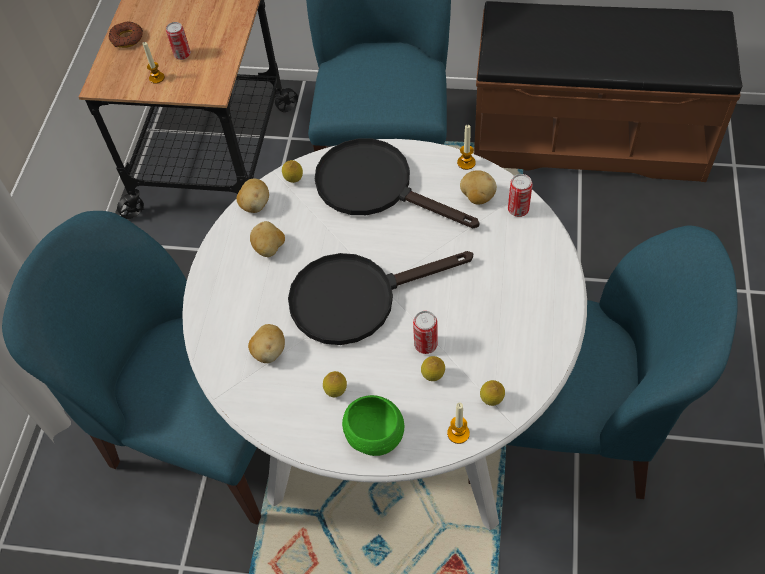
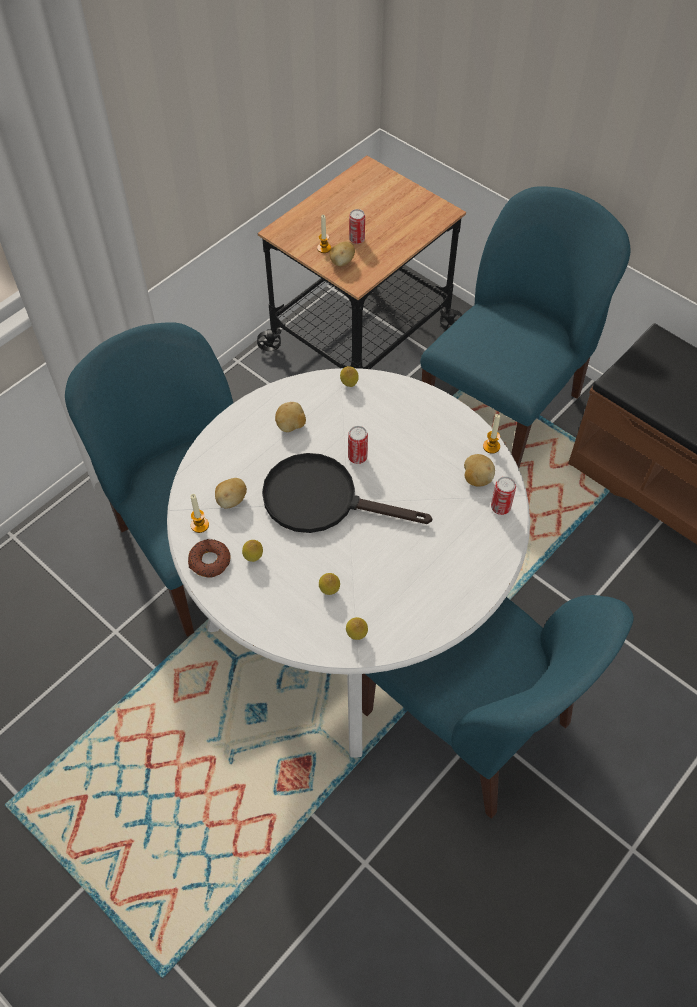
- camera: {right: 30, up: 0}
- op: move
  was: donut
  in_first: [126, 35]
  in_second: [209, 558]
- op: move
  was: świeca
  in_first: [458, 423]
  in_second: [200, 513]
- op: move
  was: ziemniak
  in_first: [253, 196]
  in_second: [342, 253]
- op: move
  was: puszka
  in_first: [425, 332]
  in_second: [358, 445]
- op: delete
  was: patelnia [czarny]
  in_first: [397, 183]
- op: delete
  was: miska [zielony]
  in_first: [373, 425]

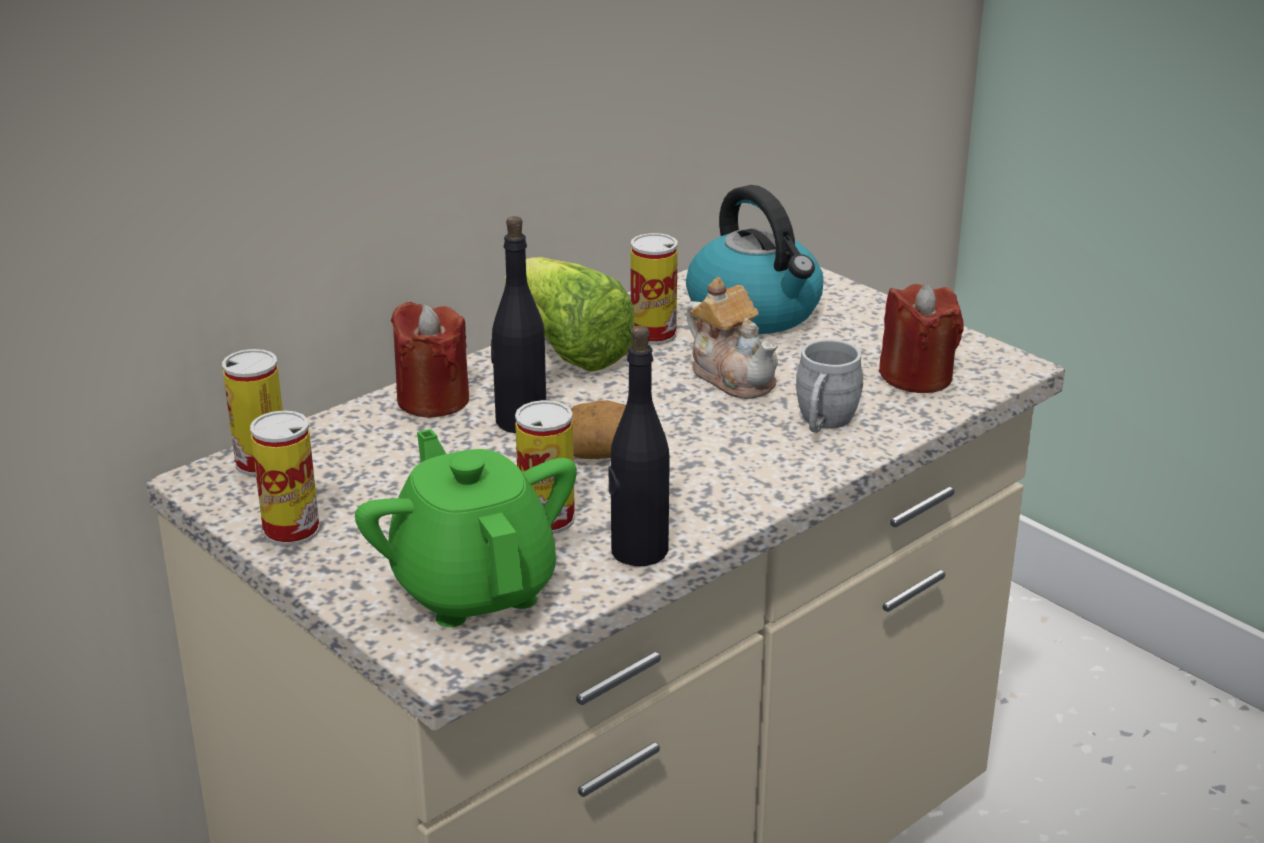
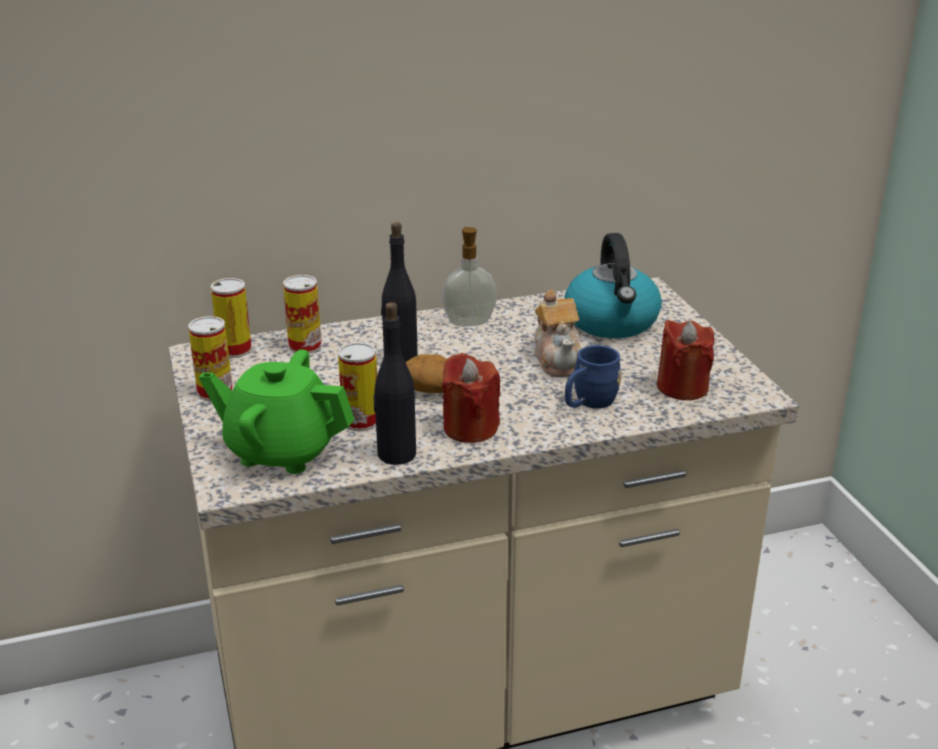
- camera: {right: 25, up: 0}
- op: rotate
  was: imbryk [zielony]
  in_first: [466, 528]
  in_second: [277, 412]
  clockwise: -75
- op: move
  was: puszka
  in_first: [654, 289]
  in_second: [302, 314]
- op: replace
  was: sałata
  now: dozownik mydła
  in_first: [570, 314]
  in_second: [469, 277]
- op: move
  was: świeca [czerwony]
  in_first: [430, 360]
  in_second: [471, 398]
- op: recolor
  was: kubek [szary]
  now: kubek [niebieski]
  in_first: [830, 386]
  in_second: [593, 377]

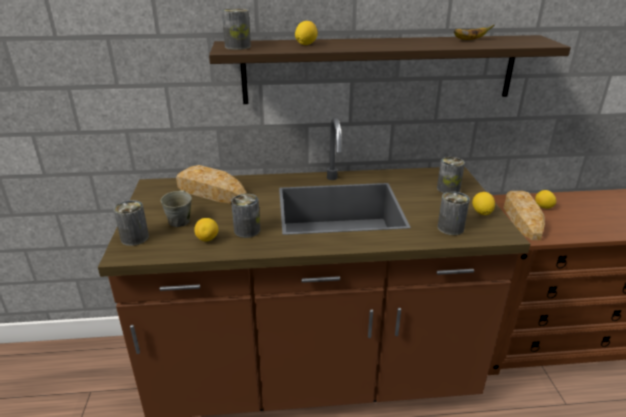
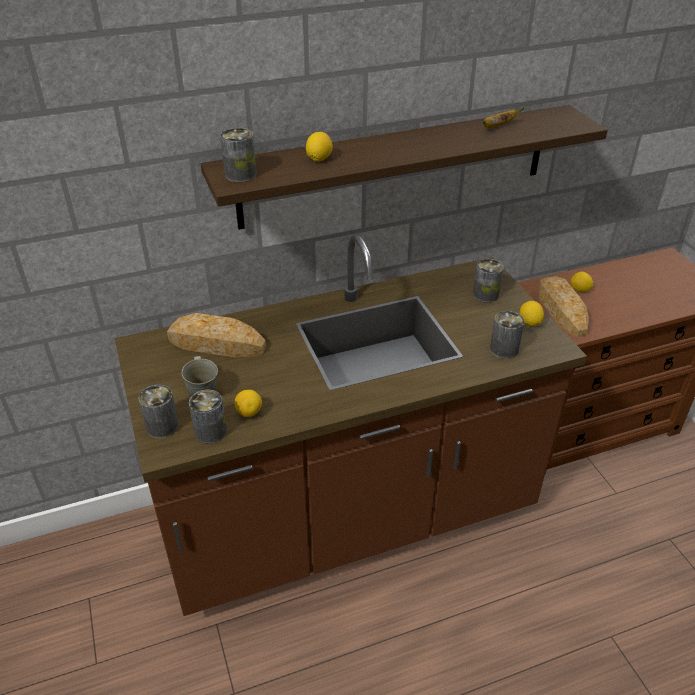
- camera: {right: -15, up: 10}
- op: move
  was: puszka
  in_first: [245, 216]
  in_second: [208, 417]

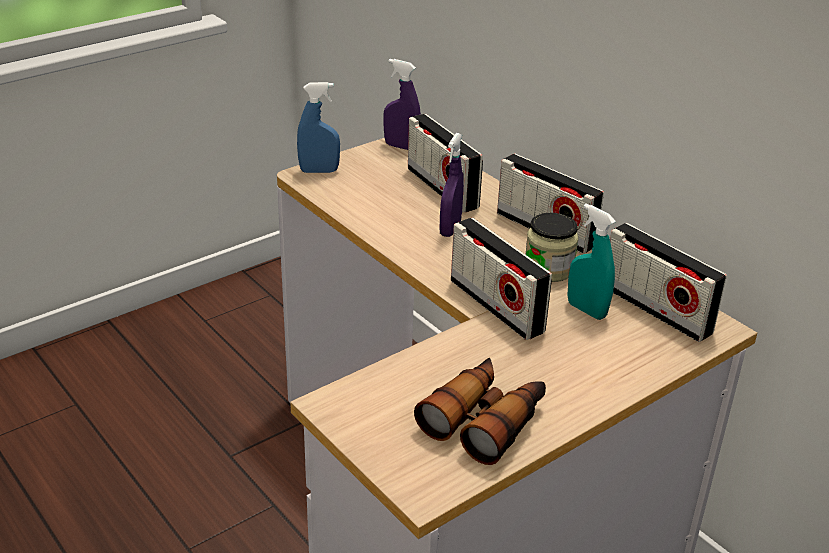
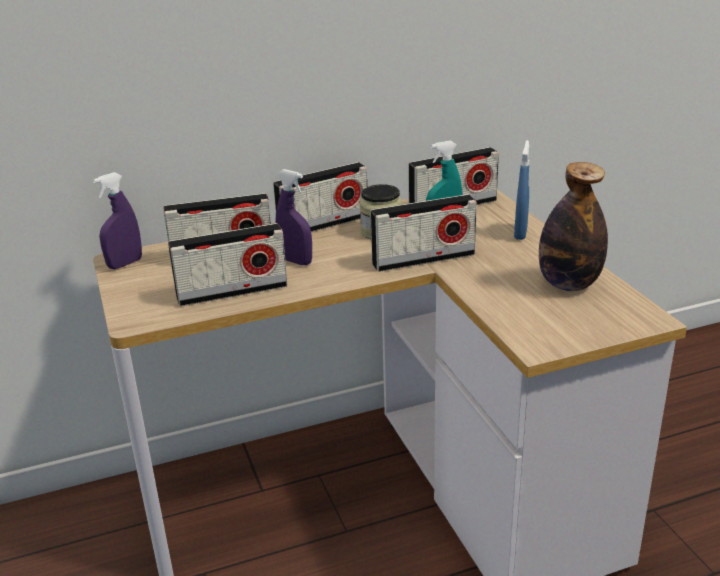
- camera: {right: -70, up: -5}
- op: insert
  now: radio
  in_second: [228, 264]
- op: move
  was: spryskiwacz [niebieski]
  in_first: [318, 127]
  in_second: [522, 190]
- op: replace
  was: lornetka
  now: butelka
  in_first: [480, 411]
  in_second: [573, 226]

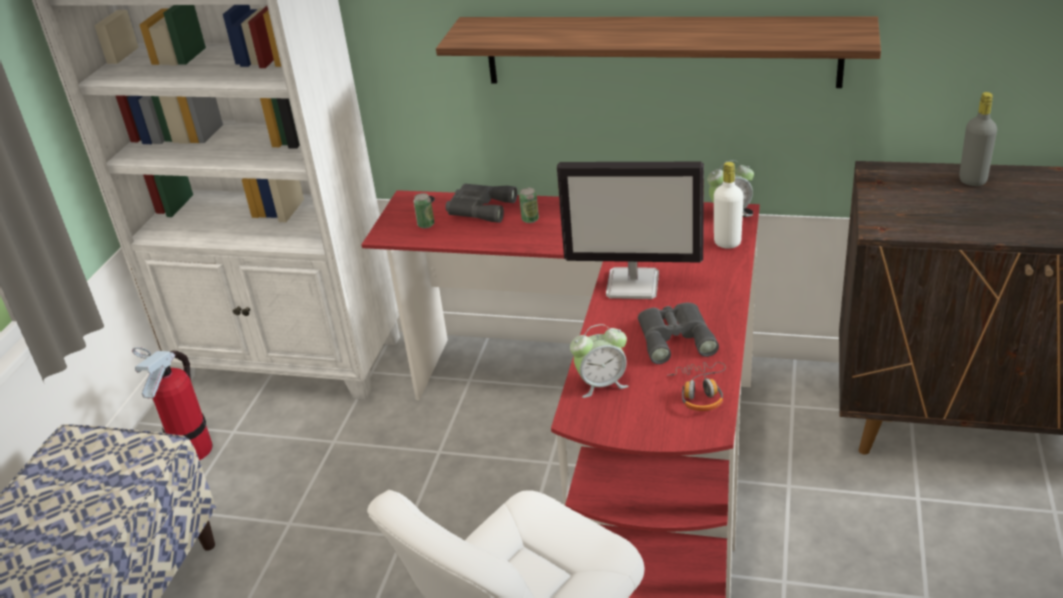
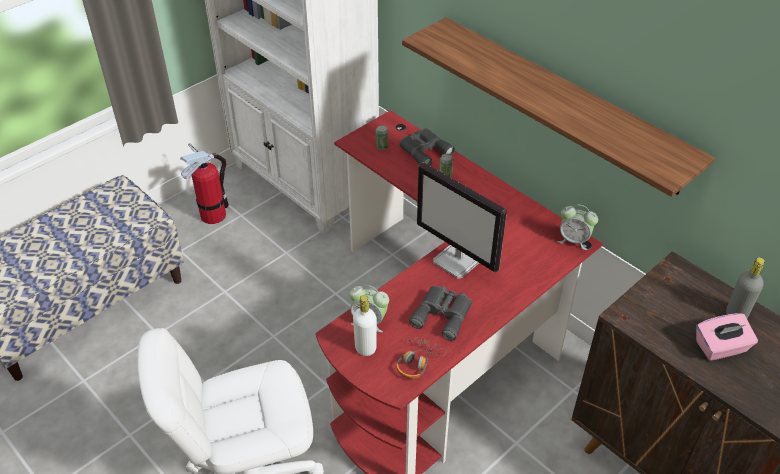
- camera: {right: 30, up: 10}
- op: move
  was: butelka [biały]
  in_first: [729, 205]
  in_second: [365, 325]
- op: insert
  now: pudełko chusteczek [różowy]
  in_second: [727, 337]

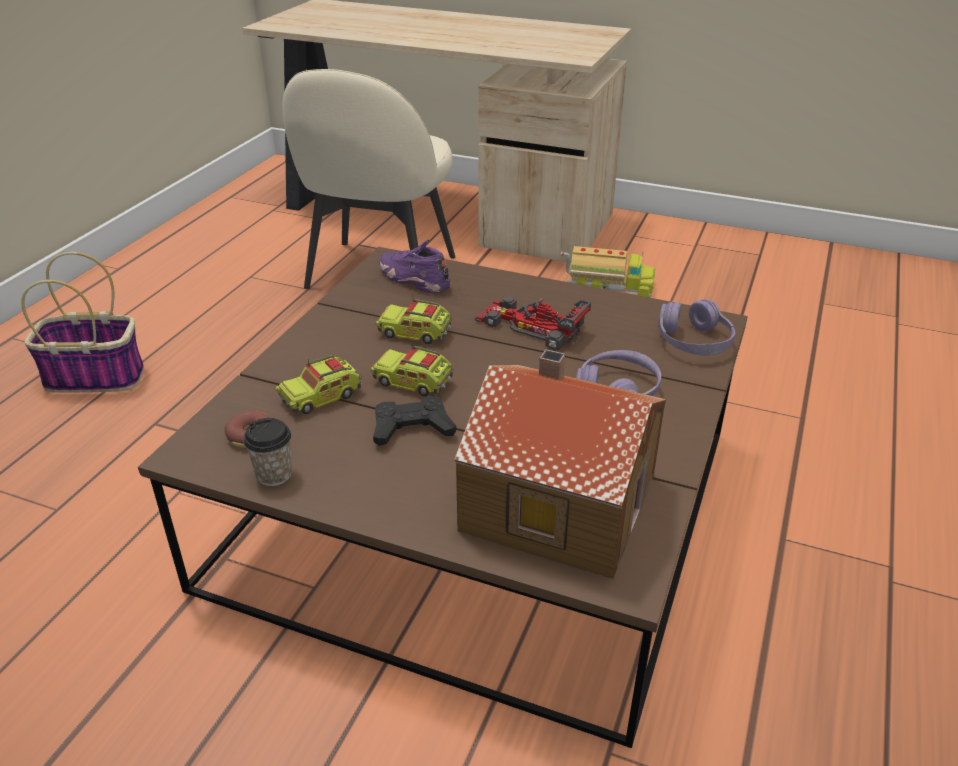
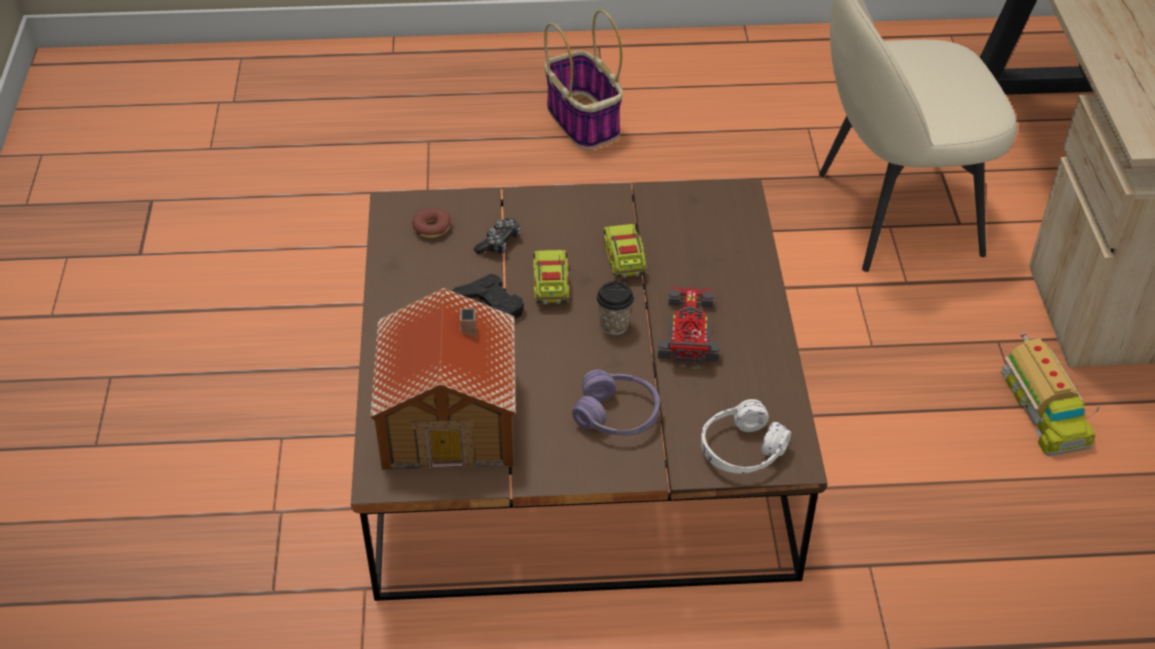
- camera: {right: 65, up: 10}
- op: replace
  was: ciężarówka zabawkowa
  now: pad do gier
  in_first: [318, 384]
  in_second: [497, 236]
- op: move
  was: filiżanka
  in_first: [267, 452]
  in_second: [615, 308]
- op: recolor
  was: słuchawki [fioletowy]
  now: słuchawki [biały]
  in_first: [696, 327]
  in_second: [746, 436]
- op: delete
  was: but [fioletowy]
  in_first: [414, 267]

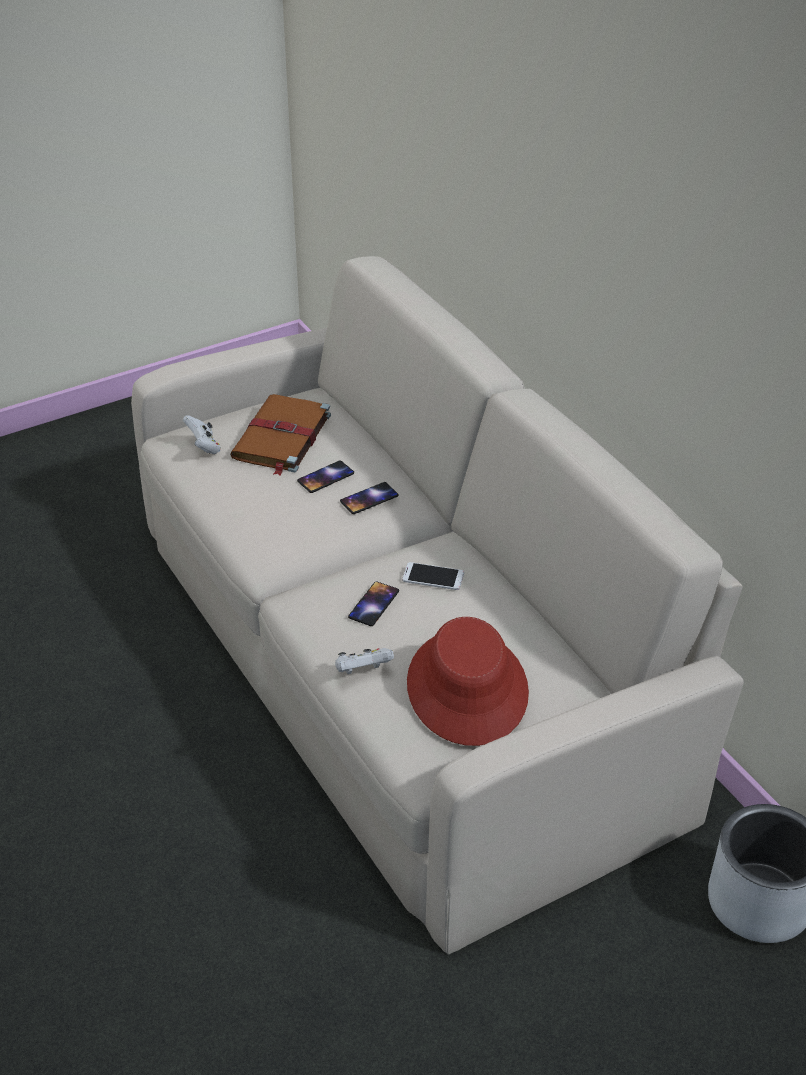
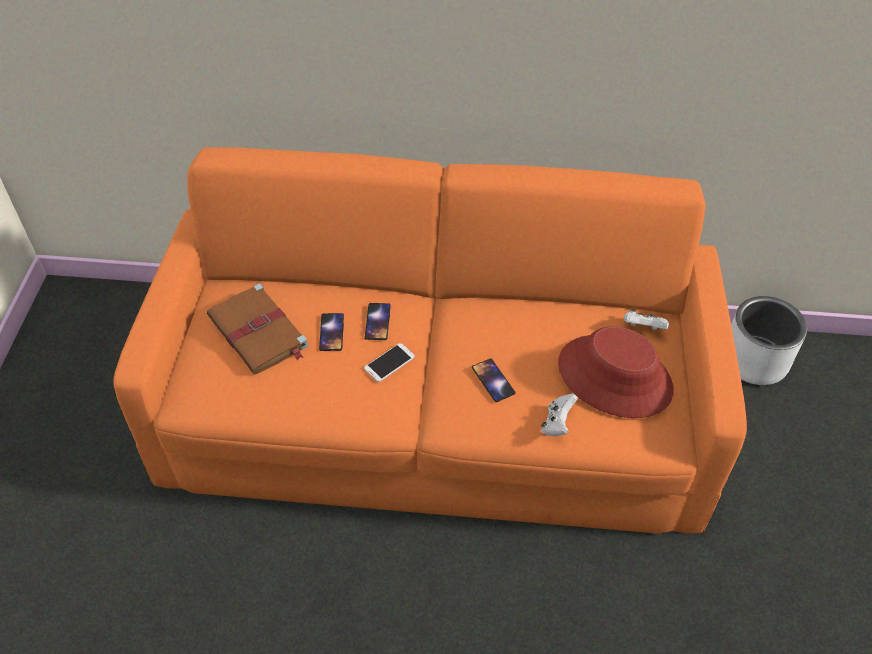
- camera: {right: -55, up: 10}
- op: recolor
  was: kanapa [beżowy]
  now: kanapa [pomarańczowy]
  in_first: [437, 605]
  in_second: [430, 340]
- op: move
  was: telefon
  in_first: [433, 576]
  in_second: [389, 362]
- op: move
  was: pad do gier [biały]
  in_first: [202, 434]
  in_second: [646, 319]

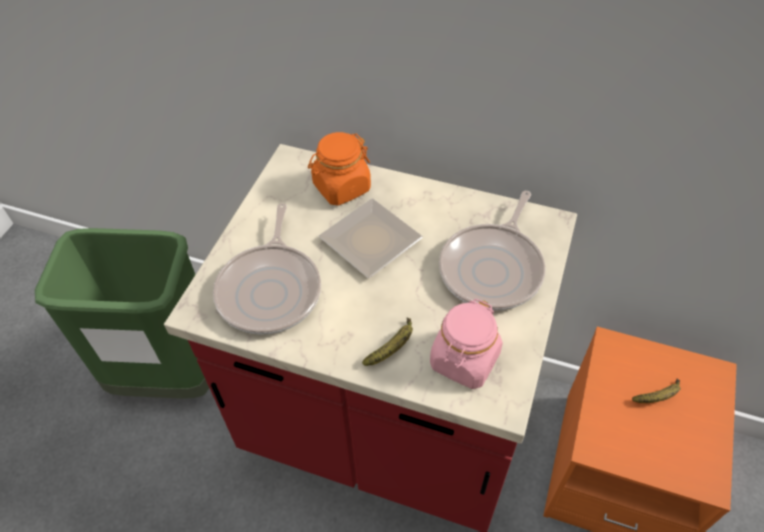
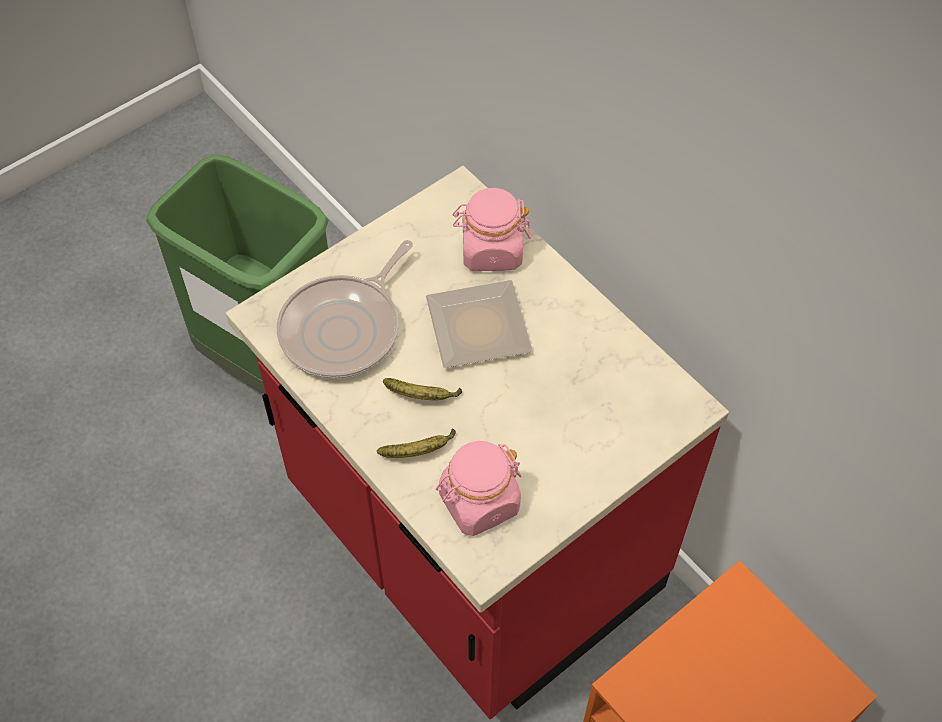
- camera: {right: 30, up: 5}
- op: move
  was: banan
  in_first: [656, 390]
  in_second: [422, 389]
- op: recolor
  was: słoik [pomarańczowy]
  now: słoik [różowy]
  in_first: [339, 169]
  in_second: [491, 229]
- op: delete
  was: patelnia
  in_first: [492, 251]

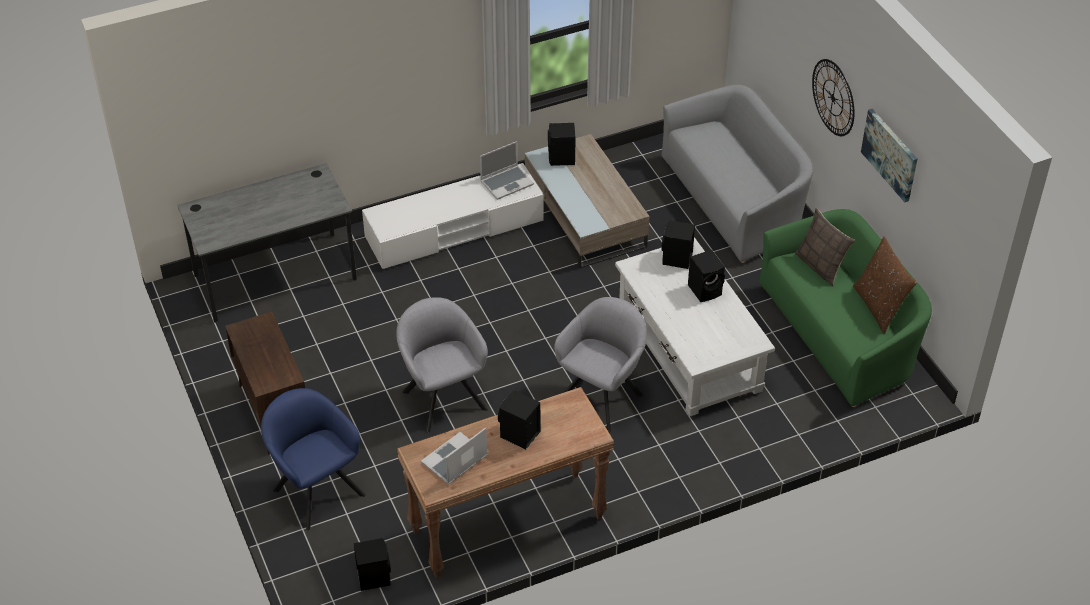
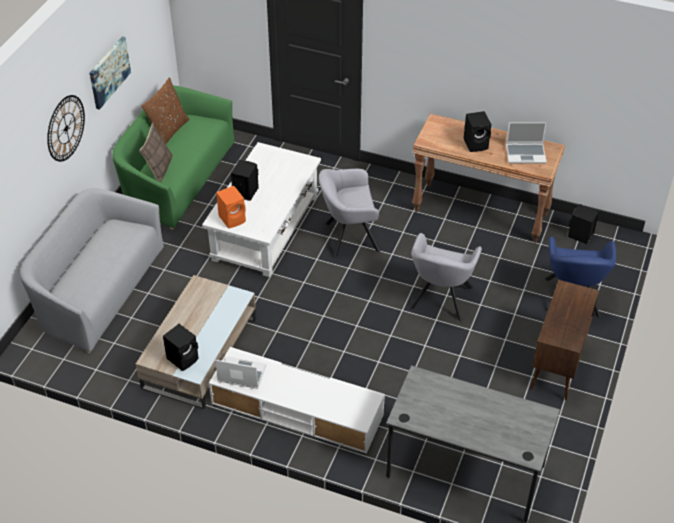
- camera: {right: -135, up: 0}
- op: recolor
  was: głośnik [czarny]
  now: głośnik [pomarańczowy]
  in_first: [678, 244]
  in_second: [231, 207]

